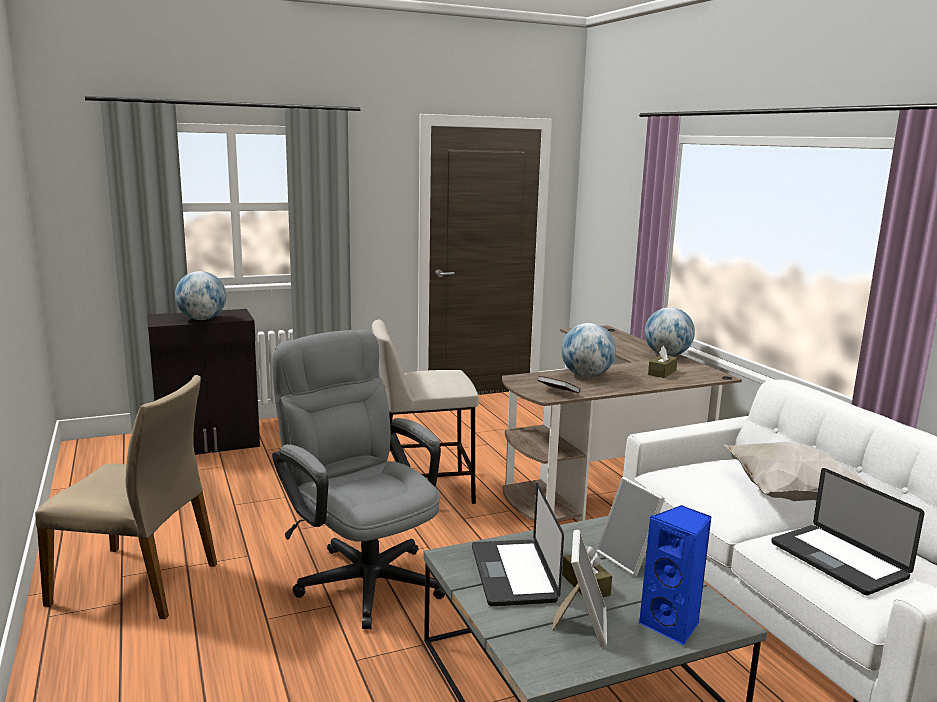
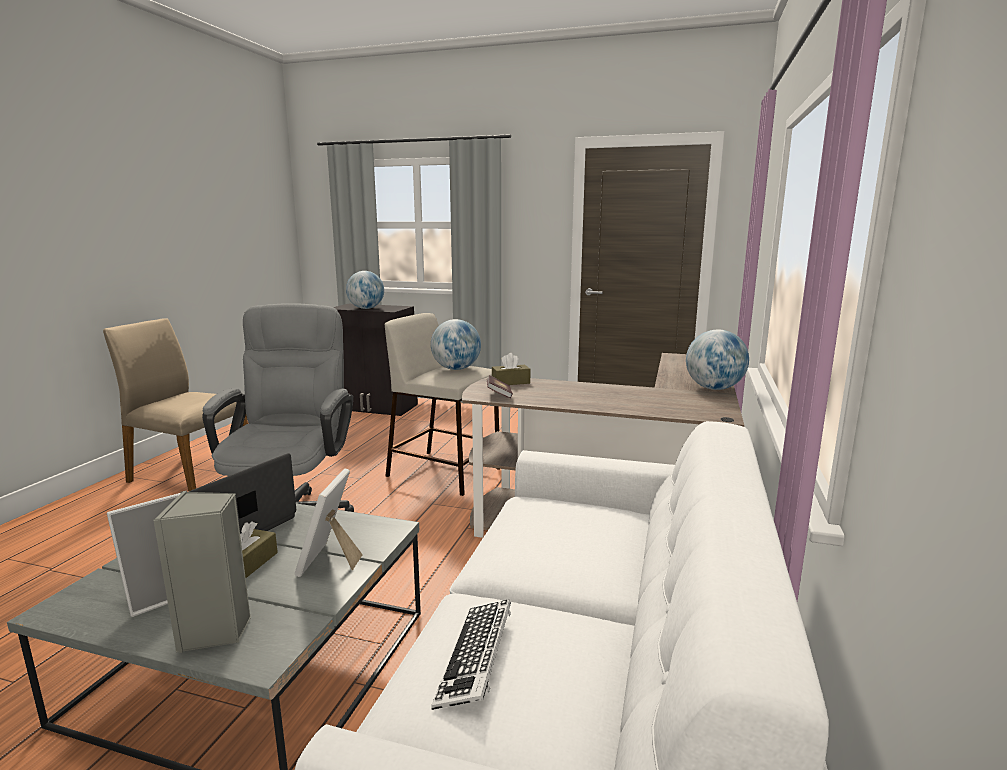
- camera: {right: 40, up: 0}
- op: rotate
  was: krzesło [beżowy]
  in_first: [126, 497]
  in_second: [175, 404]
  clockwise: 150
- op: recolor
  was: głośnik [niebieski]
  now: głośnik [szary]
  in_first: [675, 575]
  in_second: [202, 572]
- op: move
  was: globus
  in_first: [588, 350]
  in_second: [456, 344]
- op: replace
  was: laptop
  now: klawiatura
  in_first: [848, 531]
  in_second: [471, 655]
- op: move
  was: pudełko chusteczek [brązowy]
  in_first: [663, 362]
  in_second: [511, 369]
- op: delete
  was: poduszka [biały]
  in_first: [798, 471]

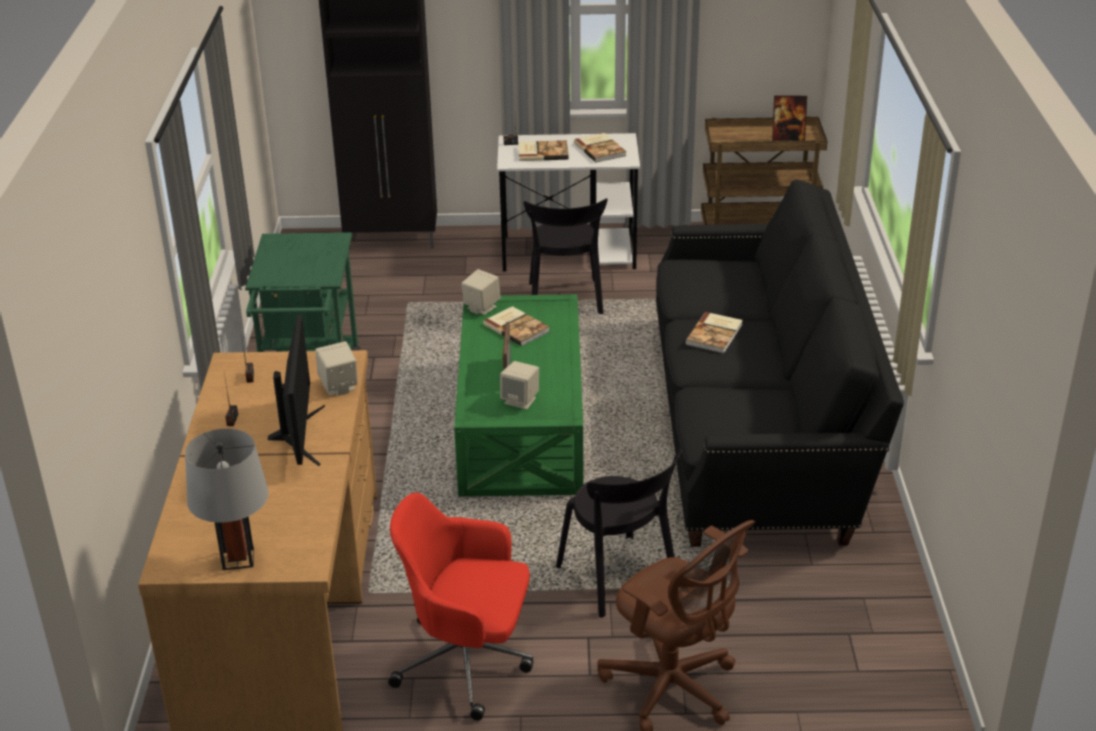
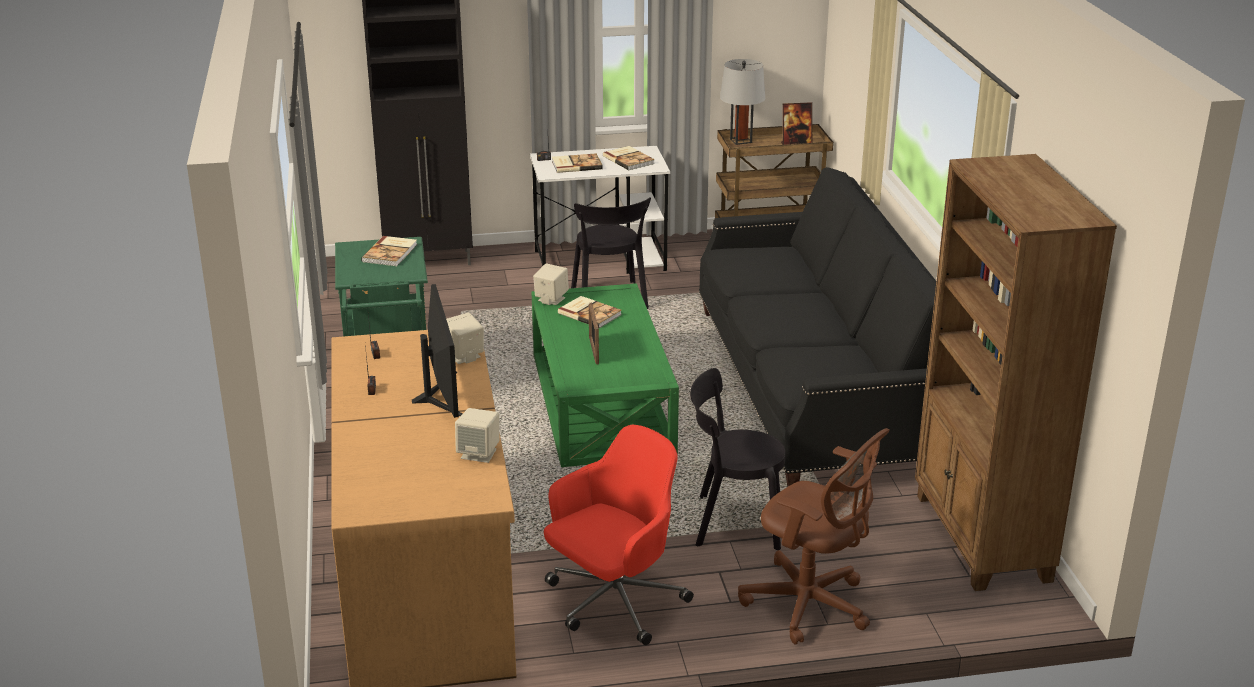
- camera: {right: -10, up: -5}
- op: move
  was: książka
  in_first: [714, 332]
  in_second: [389, 251]
- op: move
  was: głośnik [beżowy]
  in_first: [519, 385]
  in_second: [477, 435]
- op: rotate
  was: krzesło biurowe [czerwony]
  in_first: [460, 607]
  in_second: [619, 535]
  clockwise: 135
- op: rotate
  was: krzesło [czarny]
  in_first: [619, 533]
  in_second: [737, 459]
  clockwise: 135
- op: move
  was: lampa stołowa [szary]
  in_first: [227, 499]
  in_second: [742, 102]
- op: insert
  now: regał [brązowy]
  in_second: [1016, 372]

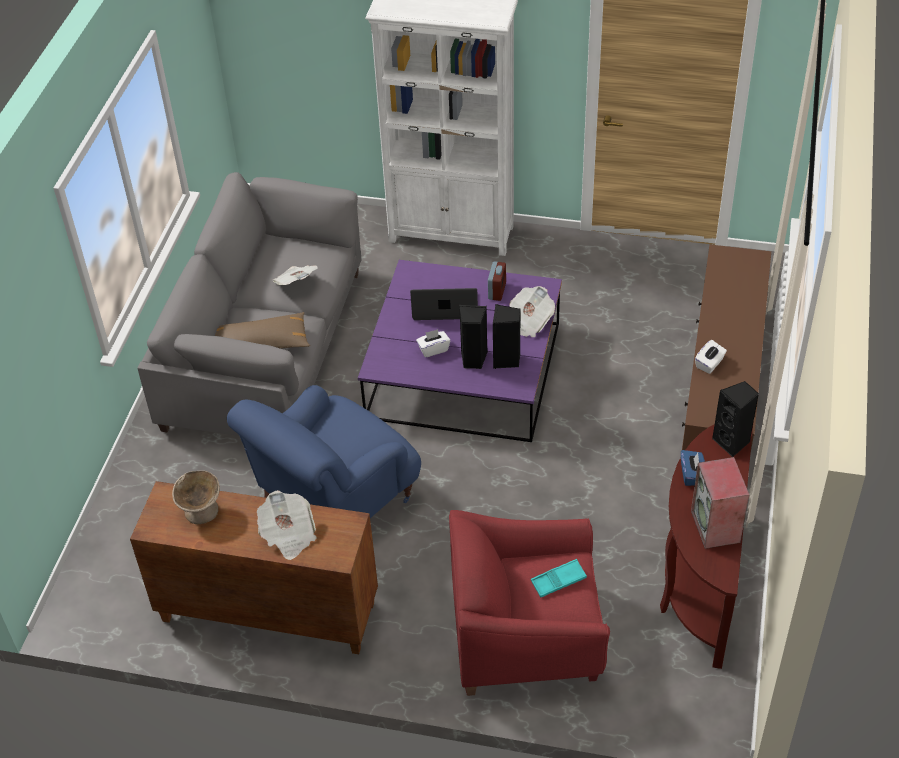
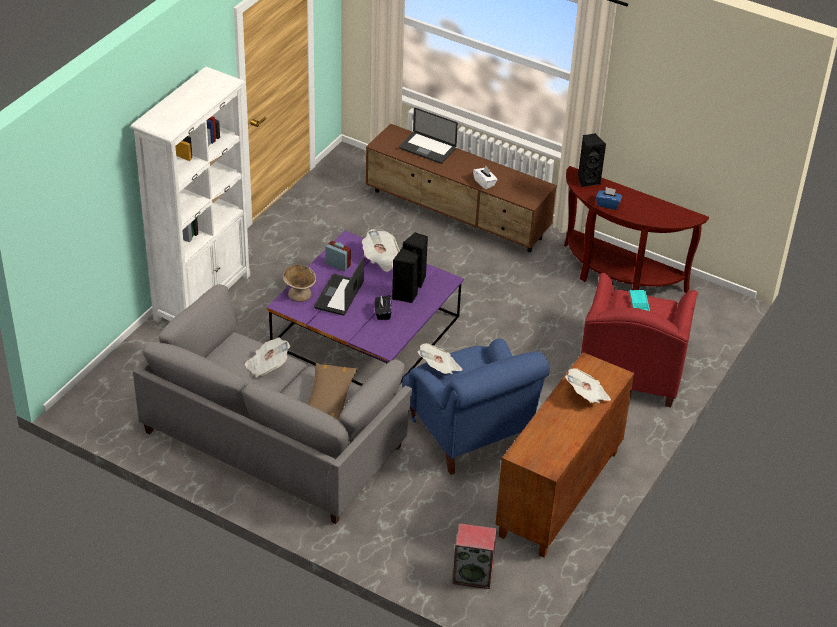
- camera: {right: -75, up: -5}
- op: move
  was: miska [beżowy]
  in_first: [196, 497]
  in_second: [299, 283]
- op: recolor
  was: pudełko chusteczek [biały]
  now: pudełko chusteczek [czarny]
  in_first: [433, 343]
  in_second: [383, 307]
- op: insert
  now: laptop
  in_second: [428, 136]
- op: insert
  now: gazeta
  in_second: [440, 358]
- op: move
  was: głośnik
  in_first: [720, 503]
  in_second: [475, 556]

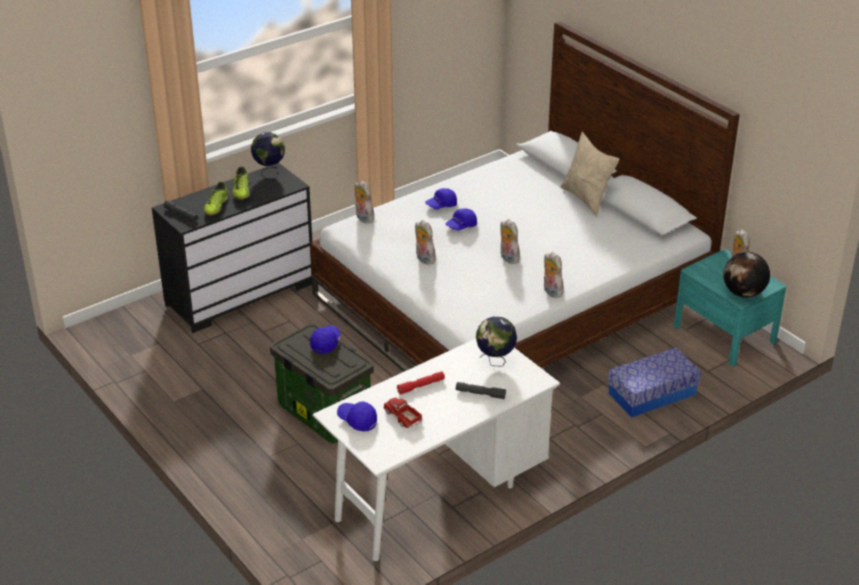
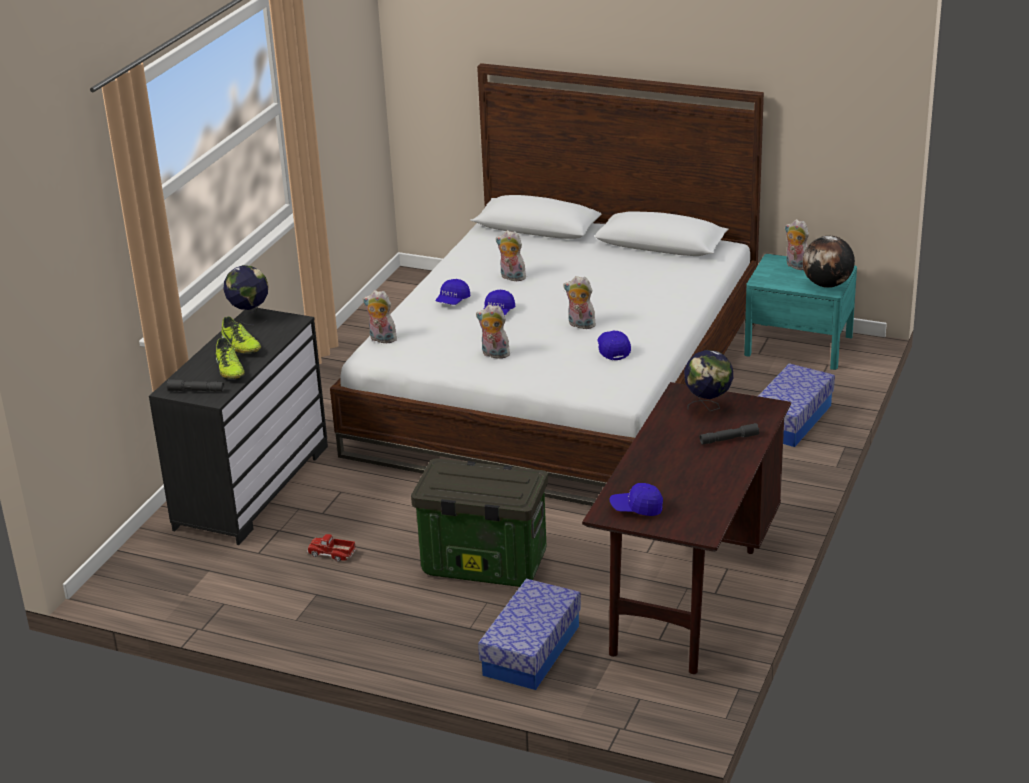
- camera: {right: -30, up: -5}
- op: move
  was: ciężarówka zabawkowa
  in_first: [403, 412]
  in_second: [331, 548]
- op: insert
  now: pojemnik do przechowywania
  in_second: [529, 634]
- op: move
  was: pluszak
  in_first: [554, 275]
  in_second: [511, 255]
- op: recolor
  was: biurko [biały]
  now: biurko [brązowy]
  in_first: [436, 450]
  in_second: [686, 528]
- op: move
  was: czapka z daszkiem [niebieski]
  in_first: [325, 339]
  in_second: [614, 345]
- op: delete
  was: latarka [czerwony]
  in_first: [421, 382]
- op: delete
  was: poduszka [beżowy]
  in_first: [590, 174]

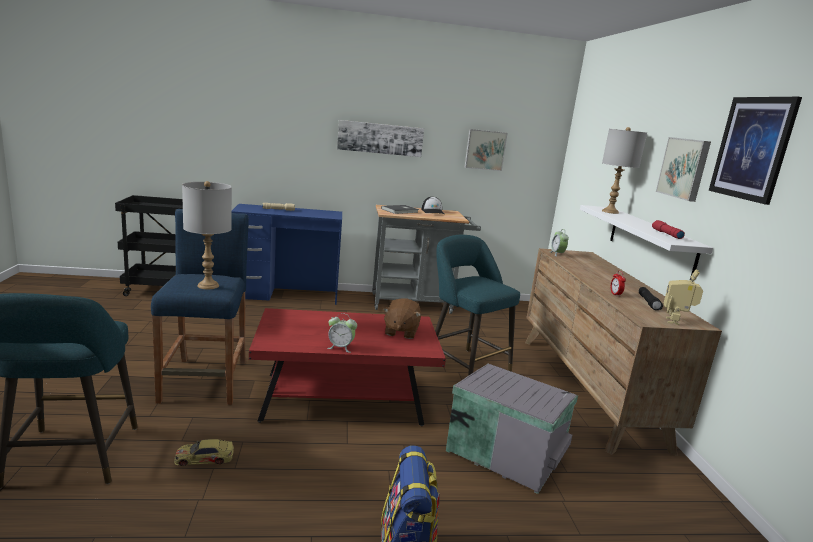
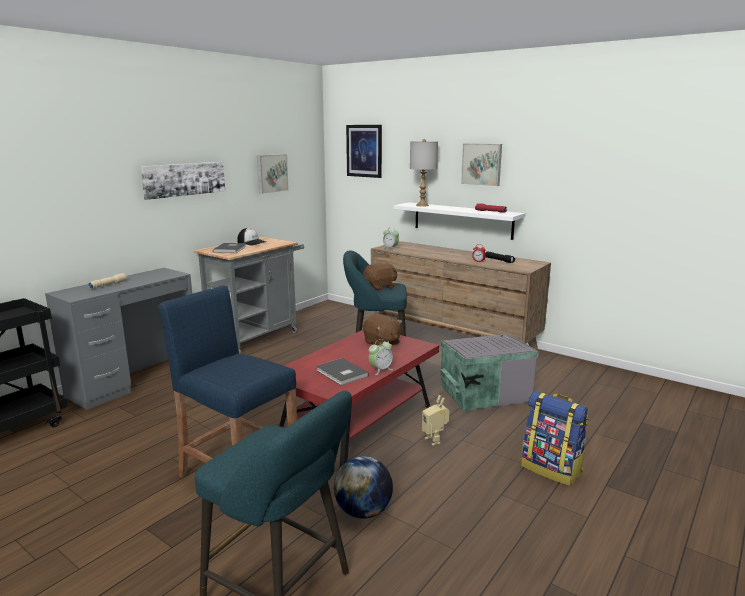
- camera: {right: -45, up: 0}
- op: recolor
  was: biurko [niebieski]
  now: biurko [szary]
  in_first: [287, 254]
  in_second: [118, 339]
- op: insert
  now: książka [szary]
  in_second: [342, 372]
- op: replace
  was: samochodzik
  now: globus
  in_first: [204, 452]
  in_second: [363, 487]
- op: move
  was: obraz
  in_first: [755, 151]
  in_second: [364, 151]
- op: insert
  now: pluszak [brązowy]
  in_second: [380, 276]
- op: move
  was: robot zabawkowy
  in_first: [683, 297]
  in_second: [435, 420]
- op: delete
  was: lampa stołowa [szary]
  in_first: [207, 235]

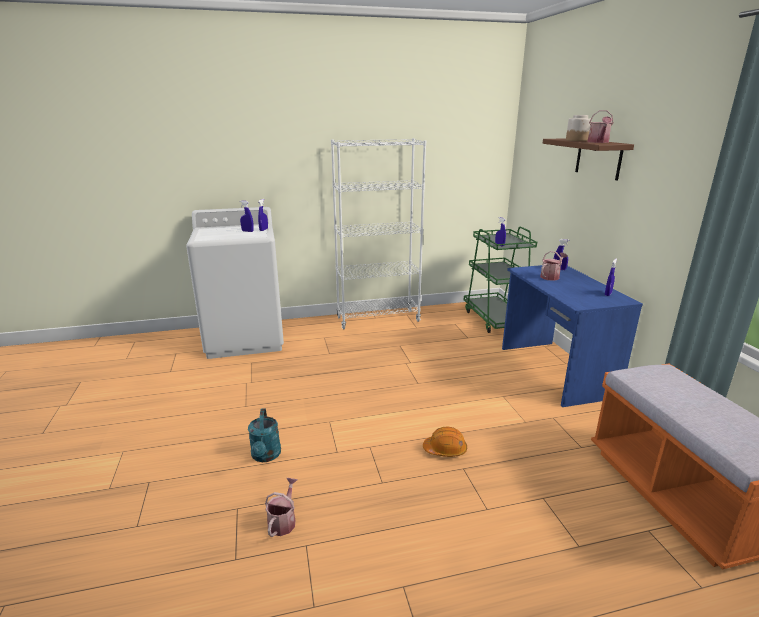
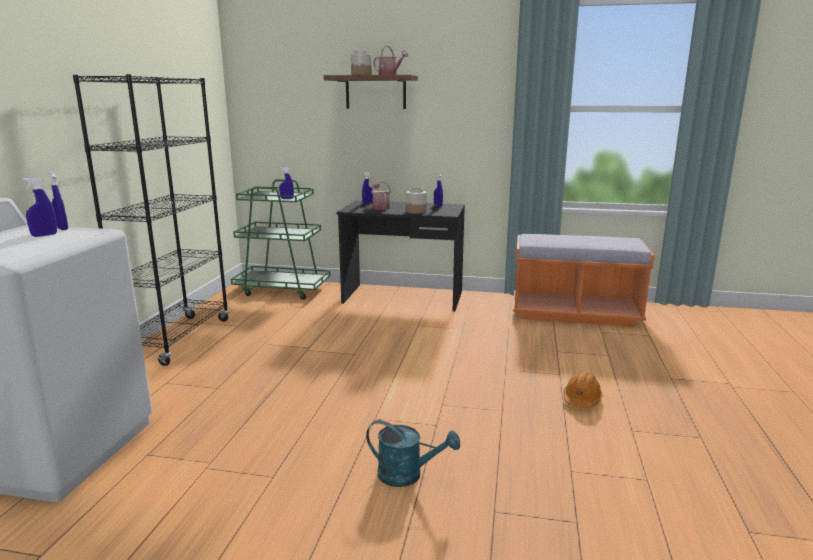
- camera: {right: -65, up: -5}
- op: recolor
  was: regał [biały]
  now: regał [czarny]
  in_first: [378, 233]
  in_second: [151, 220]
- op: recolor
  was: biurko [niebieski]
  now: biurko [czarny]
  in_first: [572, 336]
  in_second: [400, 256]
- op: insert
  now: słoik
  in_second: [416, 201]
- op: move
  was: kask [pomarańczowy]
  in_first: [445, 442]
  in_second: [583, 390]
- op: delete
  was: konewka
  in_first: [281, 507]

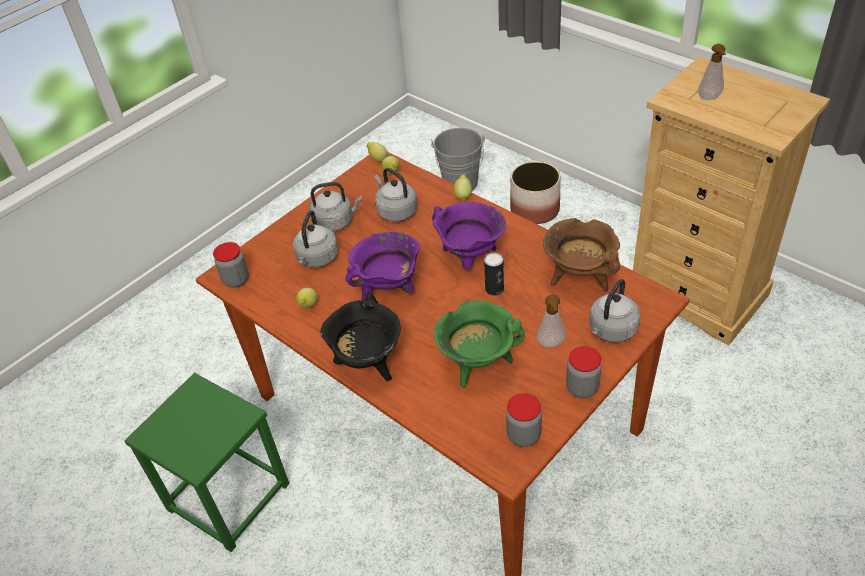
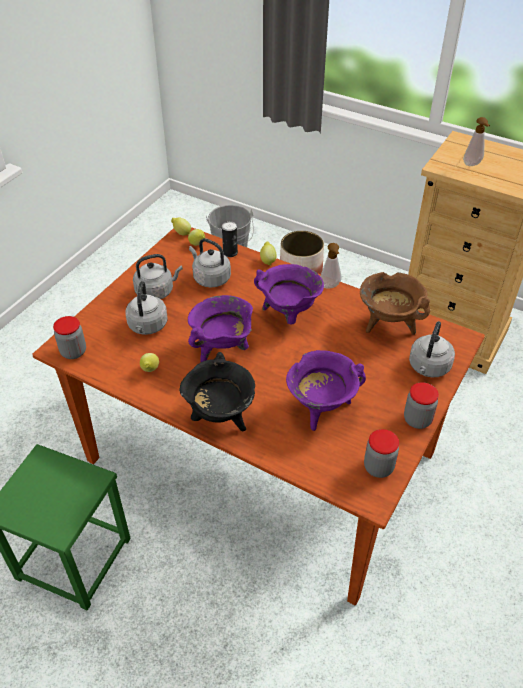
- camera: {right: -15, up: 0}
- op: move
  was: puszka
  in_first: [494, 274]
  in_second: [230, 239]
- op: recolor
  was: garnek [zielony]
  now: garnek [fioletowy]
  in_first: [479, 344]
  in_second: [326, 390]
- op: move
  was: dozownik mydła
  in_first: [551, 321]
  in_second: [331, 265]

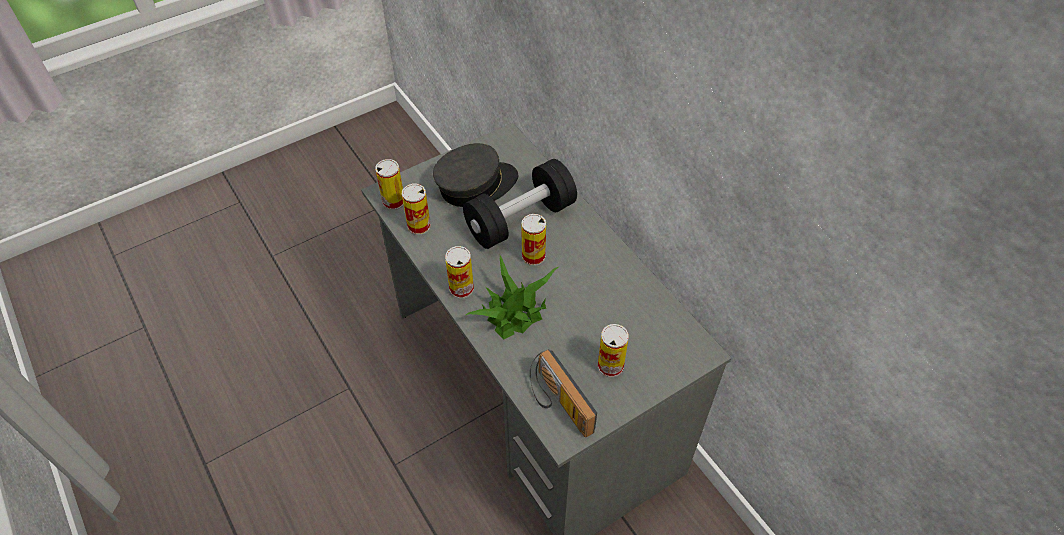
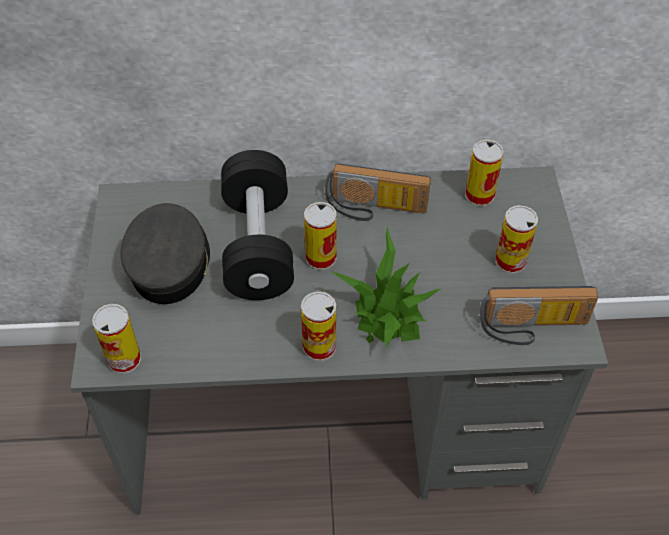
- camera: {right: -60, up: 0}
- op: insert
  now: radio
  in_second: [378, 192]
- op: move
  was: puszka
  in_first: [416, 209]
  in_second: [484, 173]

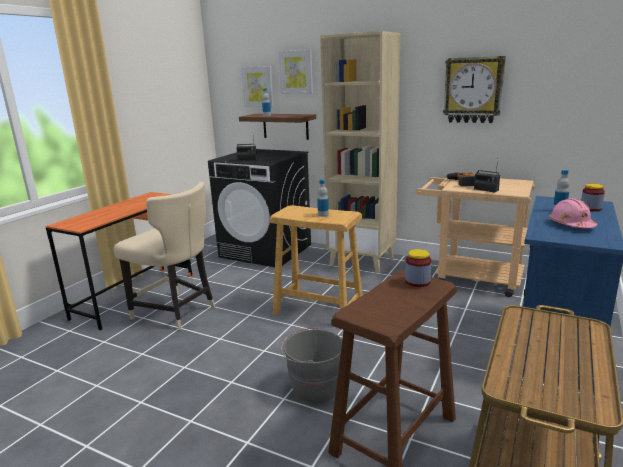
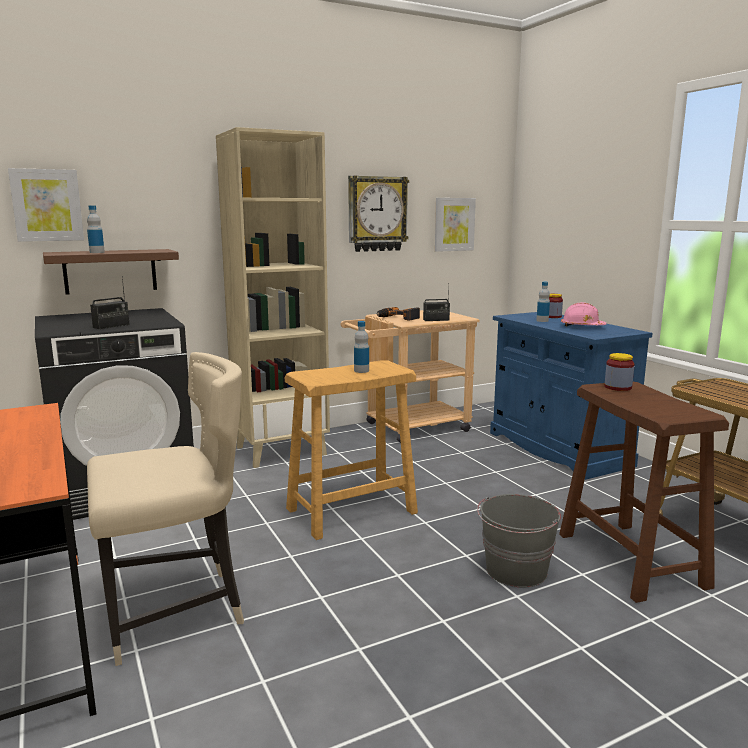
- camera: {right: -55, up: -5}
- op: move
  was: obraz
  in_first: [296, 72]
  in_second: [455, 225]

